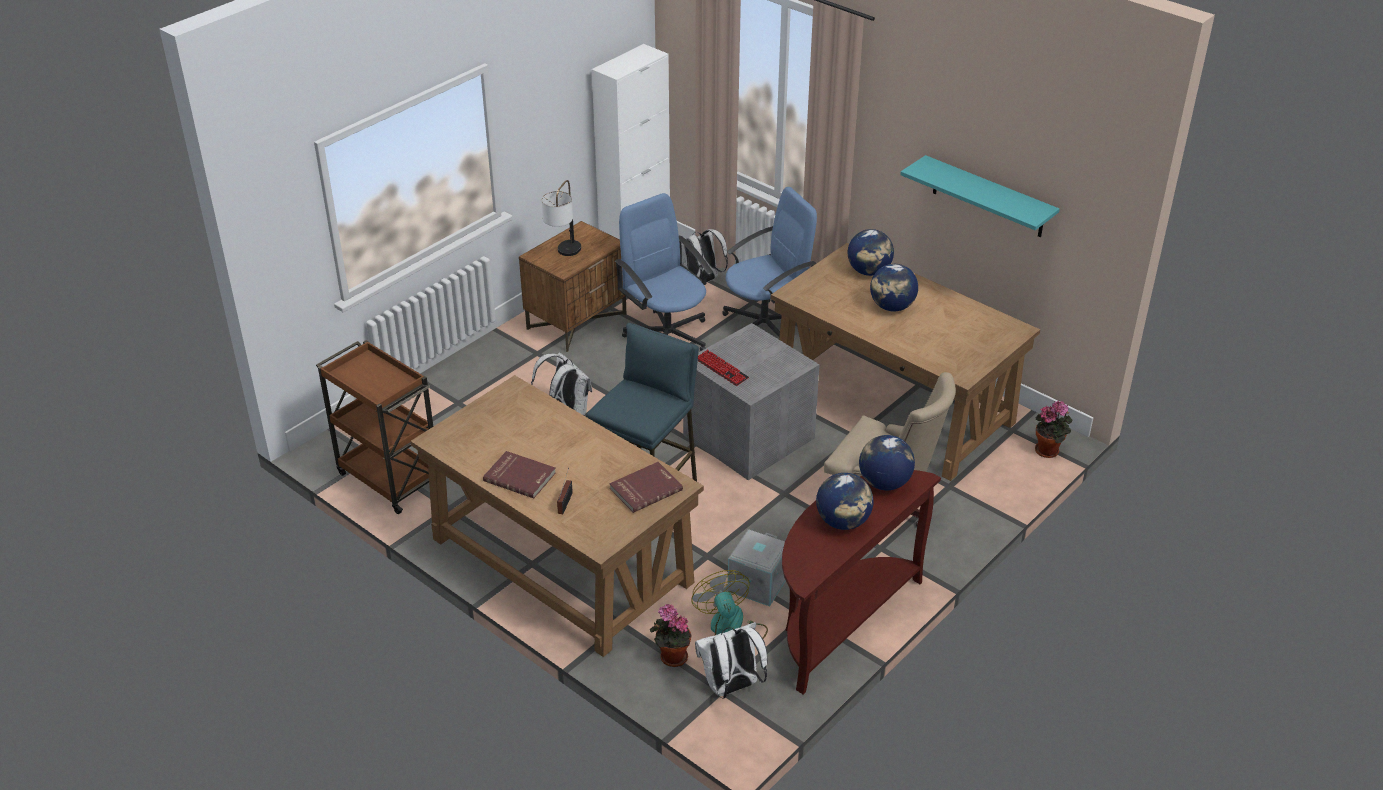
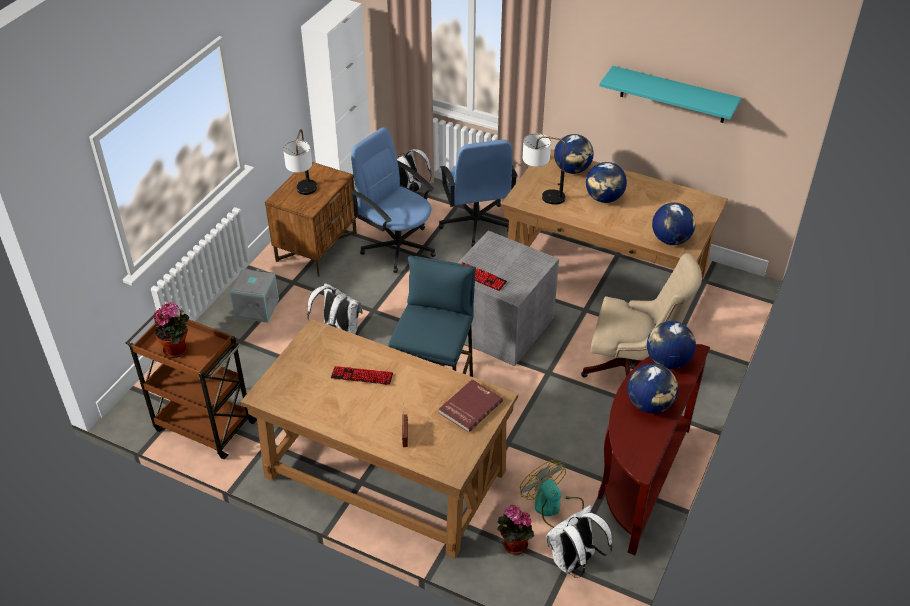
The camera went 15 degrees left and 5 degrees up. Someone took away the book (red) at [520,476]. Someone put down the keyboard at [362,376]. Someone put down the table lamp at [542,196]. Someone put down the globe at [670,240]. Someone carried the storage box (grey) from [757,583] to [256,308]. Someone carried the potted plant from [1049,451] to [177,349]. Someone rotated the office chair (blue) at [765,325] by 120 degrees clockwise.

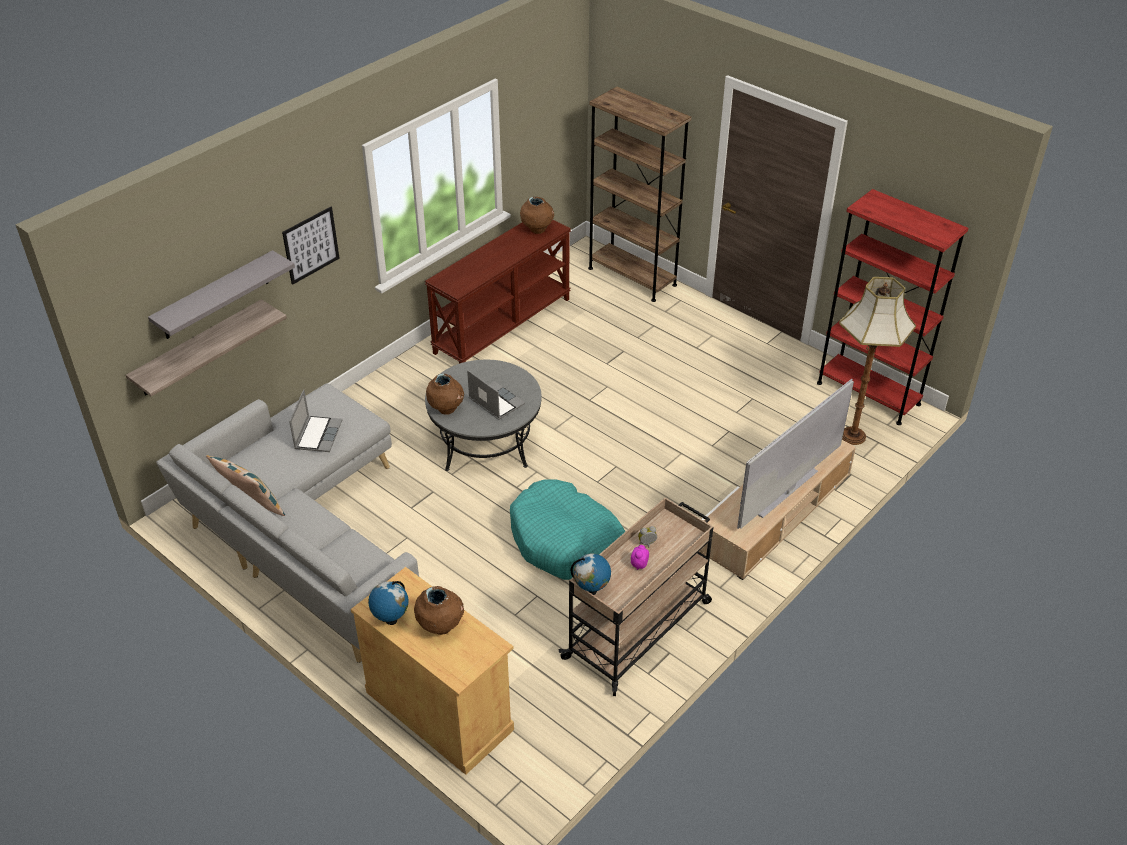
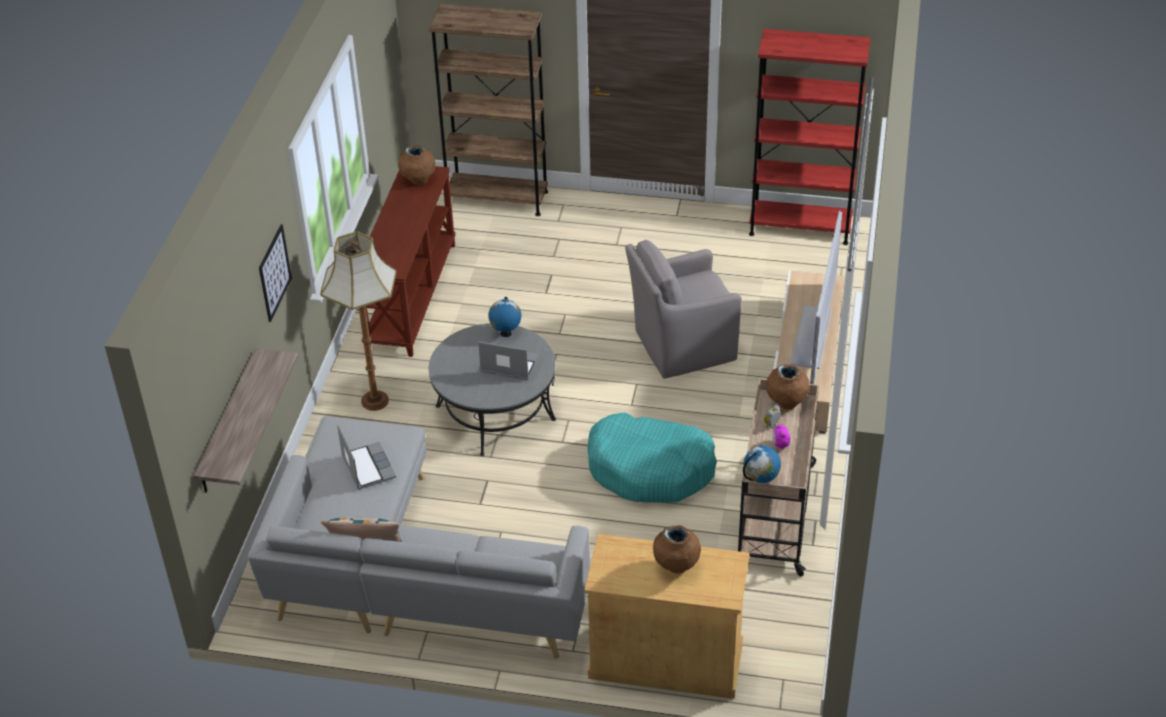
The camera went 30 degrees left and 0 degrees up. Someone took away the shelf (grey) at [215,296]. Someone put down the armchair (grey) at [681,346]. Someone carried the globe from [391,620] to [505,334]. Someone carried the vase (brown) from [446,409] to [786,403]. Someone carried the floor lamp from [853,436] to [375,400].

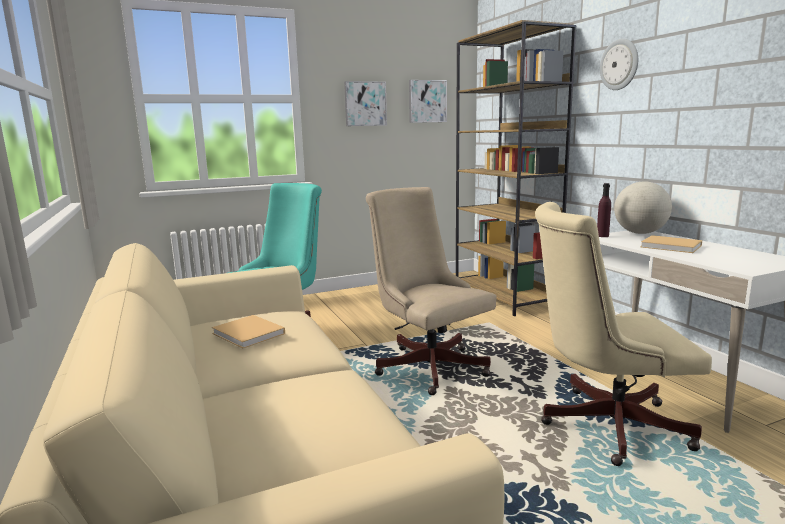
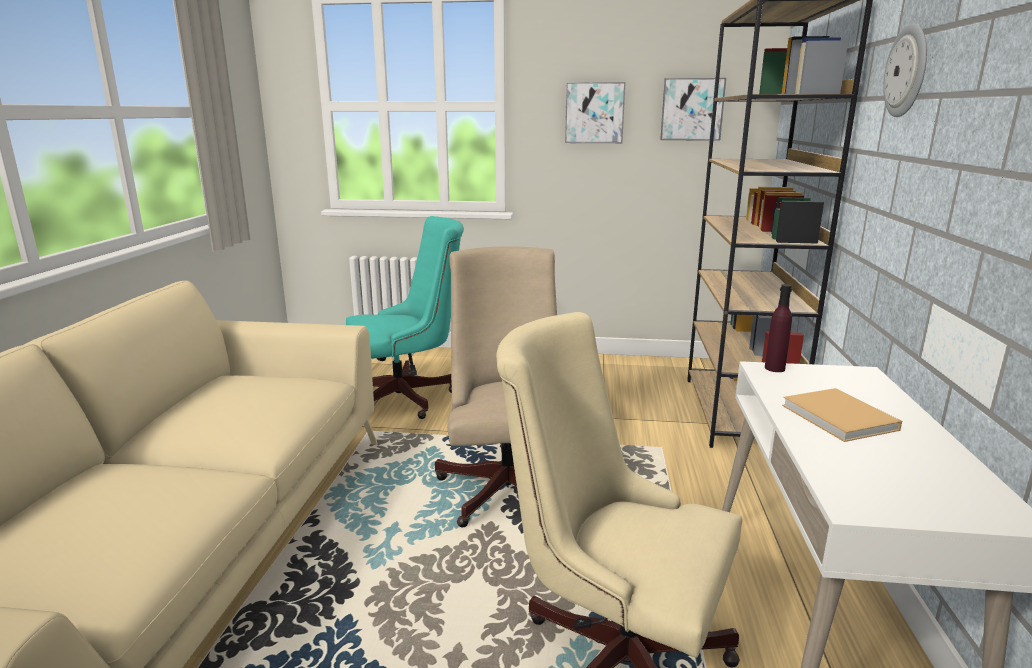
The camera went 30 degrees right and 5 degrees up. Someone took away the book (beige) at [249,334]. Someone took away the globe at [640,233].

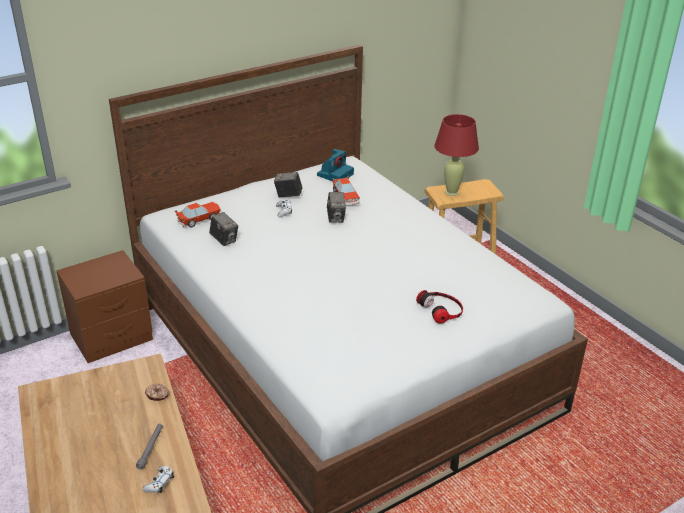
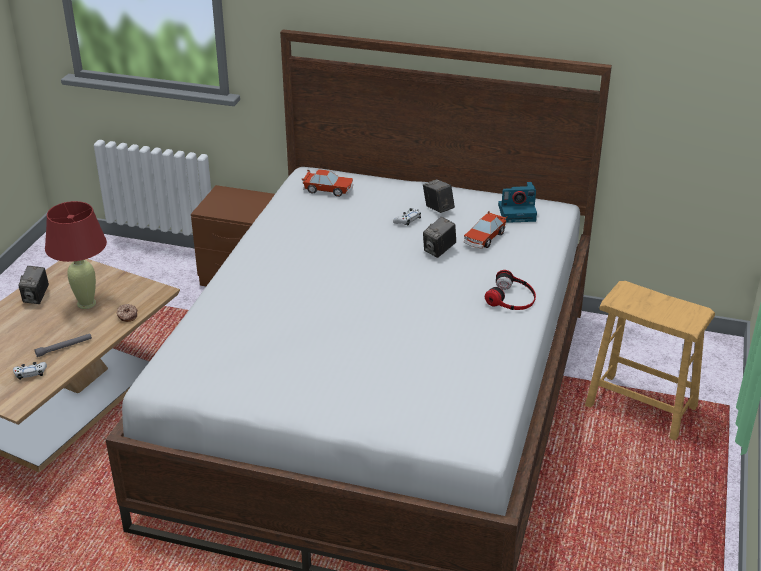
The camera went 50 degrees right and 0 degrees up. Someone carried the photo camera from [224,240] to [36,297]. Someone carried the headphones from [442,309] to [512,298]. Someone carried the table lamp (red) from [452,192] to [86,304].

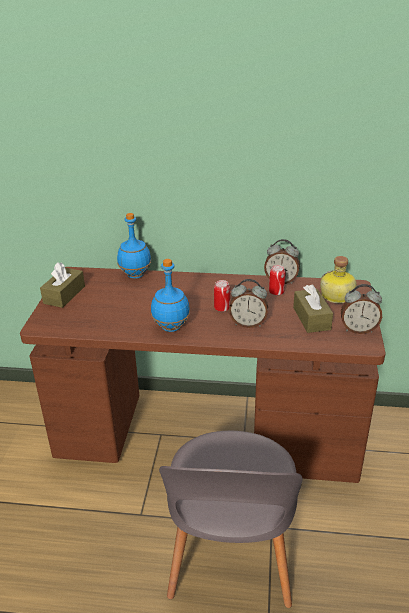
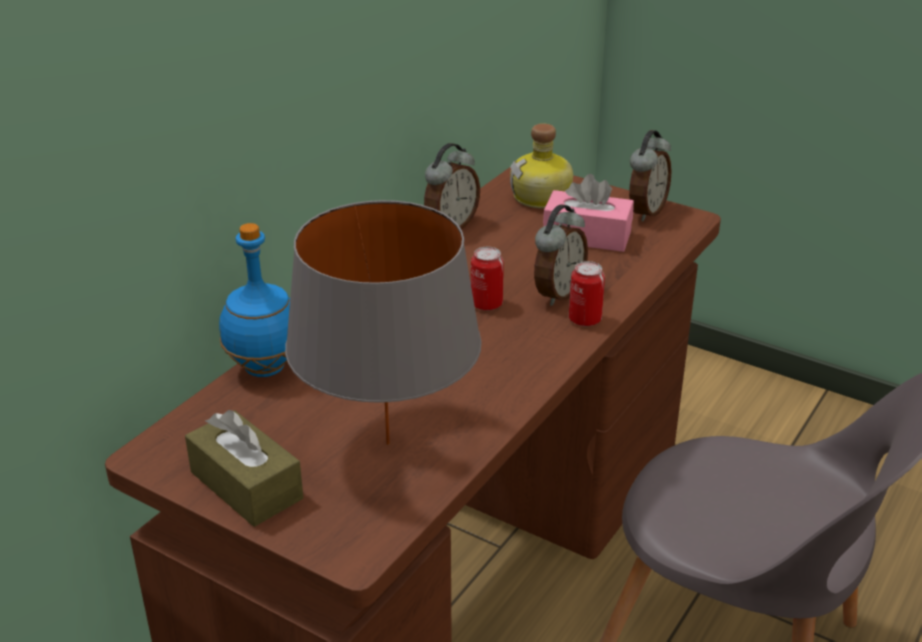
The camera went 65 degrees left and 0 degrees up. Someone took away the bottle (blue) at [171,328]. Someone put down the table lamp (grey) at [388,443]. Someone carried the can from [276,292] to [585,319]. Someone repainted the tissue box (brown) at [311,318], which became the tissue box (pink) at [587,236].

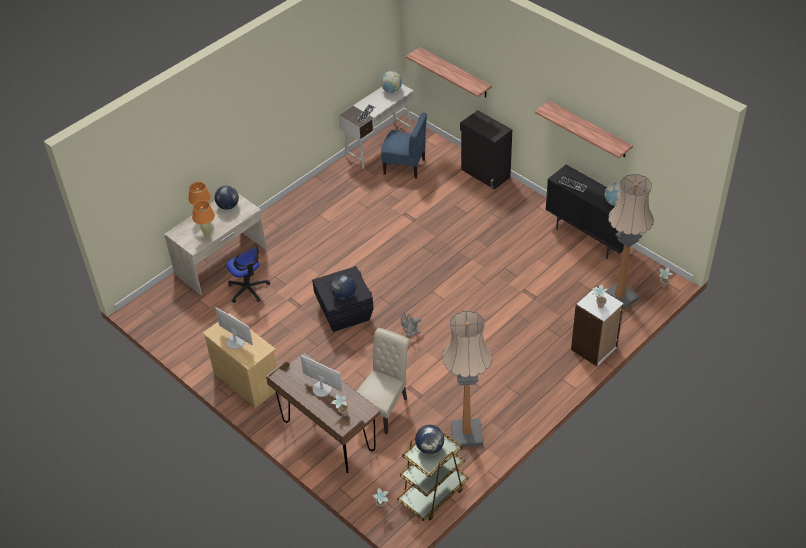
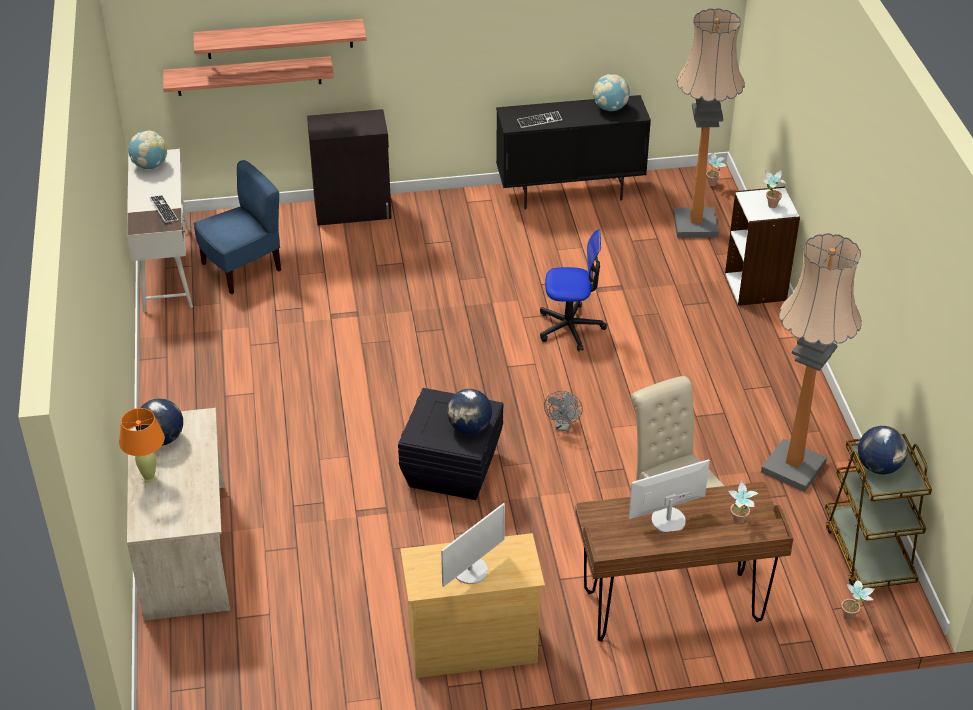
The camera went 55 degrees left and 5 degrees down. Someone took away the table lamp (orange) at [207,235]. Someone carried the office chair from [248,289] to [570,327]. Someone carried the shelf from [589,130] to [279,39]. Someone rotated the monitor at [235,341] by 150 degrees clockwise.

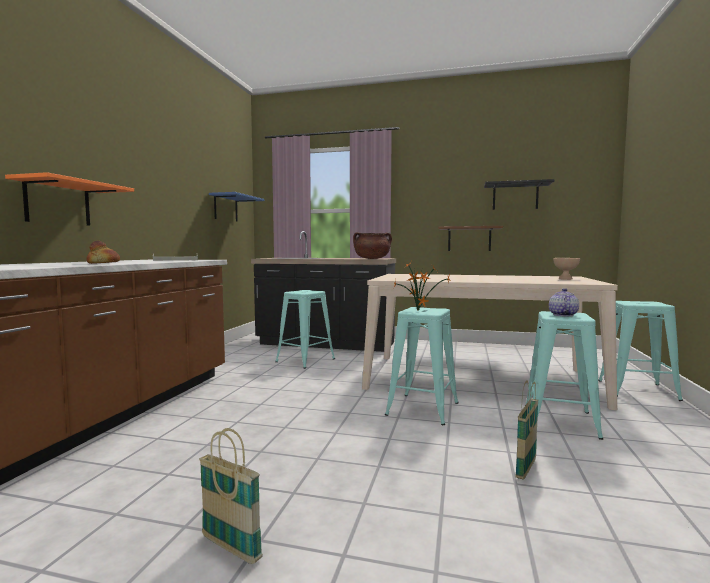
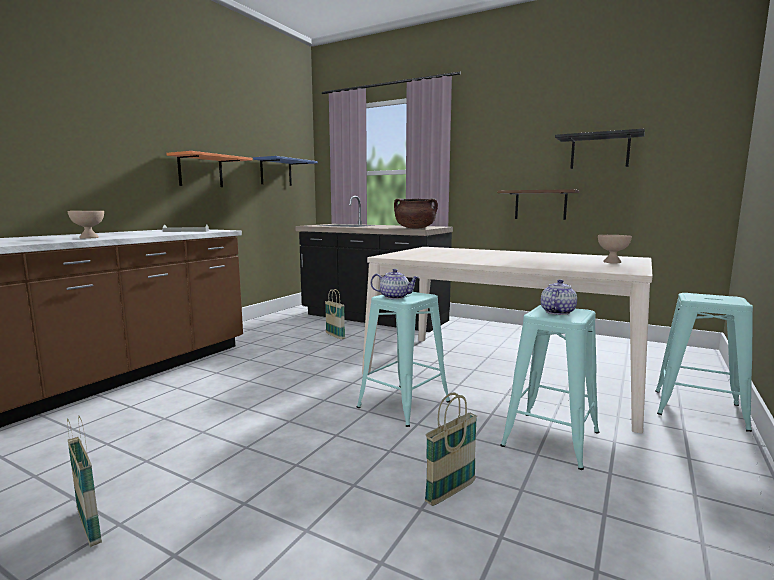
The camera went 15 degrees right and 5 degrees up. Someone carried the shelf (orange) from [58,203] to [200,171]. Someone swapped the bread at [103,263] for the bowl (beige) at [89,238]. Someone swapped the stool (turquoise) at [305,360] for the basket at [335,336]. Someone swapped the potted plant at [418,311] for the teapot at [395,297].

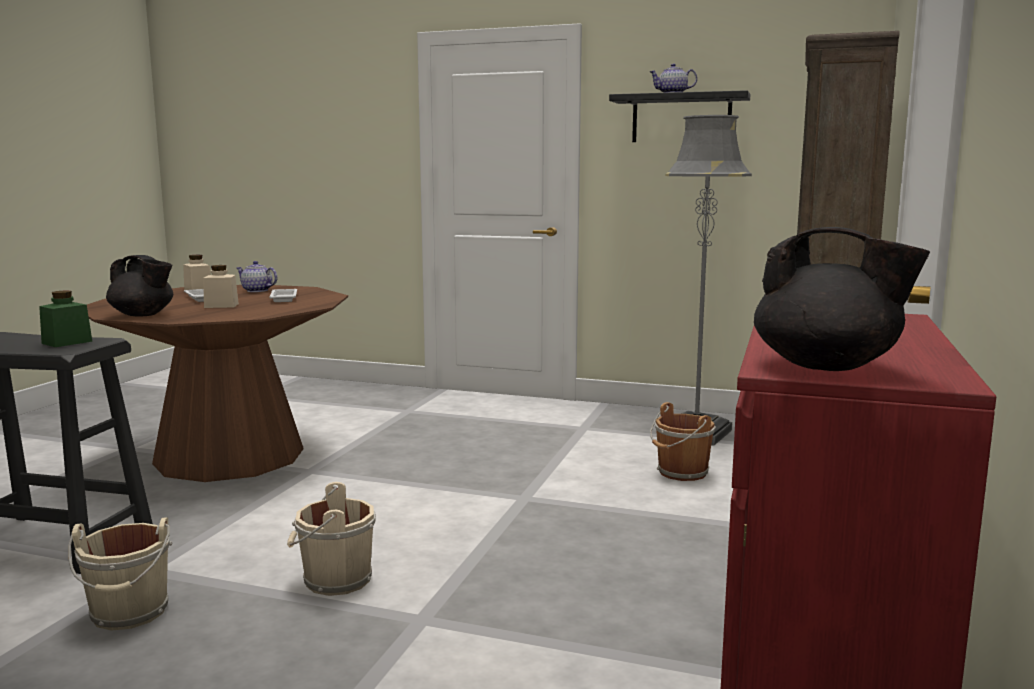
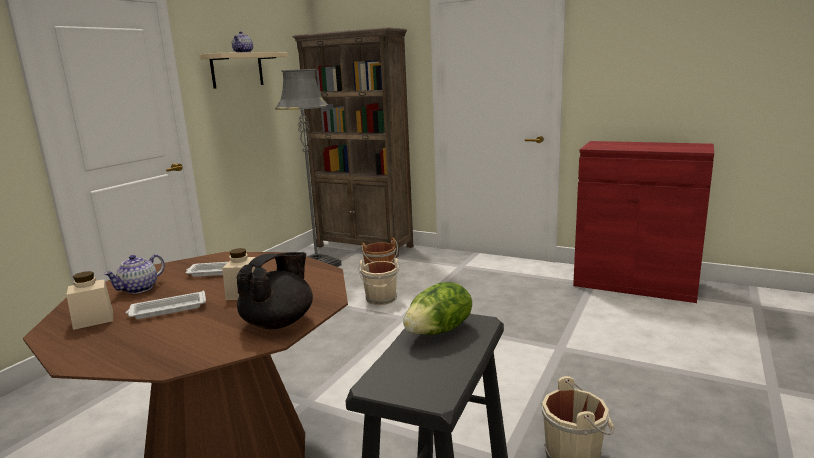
The camera went 80 degrees left and 5 degrees up. Someone took away the teapot (black) at [827,366]. Someone carried the bucket (beige) from [334,580] to [381,299]. Someone swapped the jar (green) at [67,342] for the lettuce at [440,330]. Someone repainted the shelf (black) at [681,118], which became the shelf (beige) at [237,70].

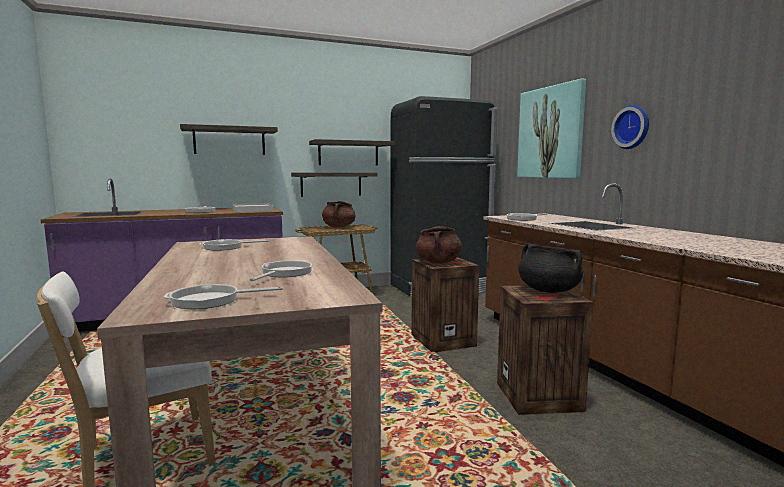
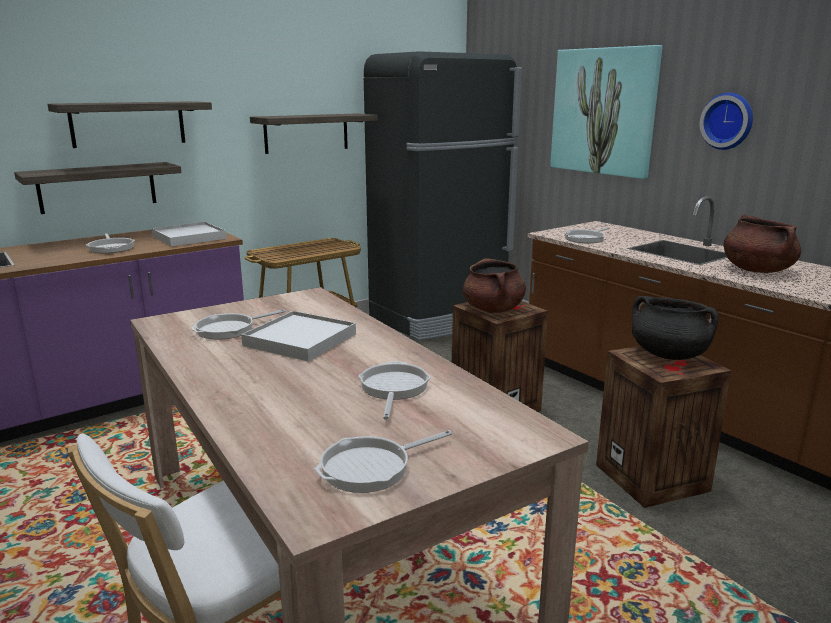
The camera went 15 degrees left and 10 degrees up. Someone put down the tray (white) at [300,340]. Someone carried the shelf from [331,184] to [97,187]. Someone carried the cooking pot (brown) from [338,227] to [756,270].

